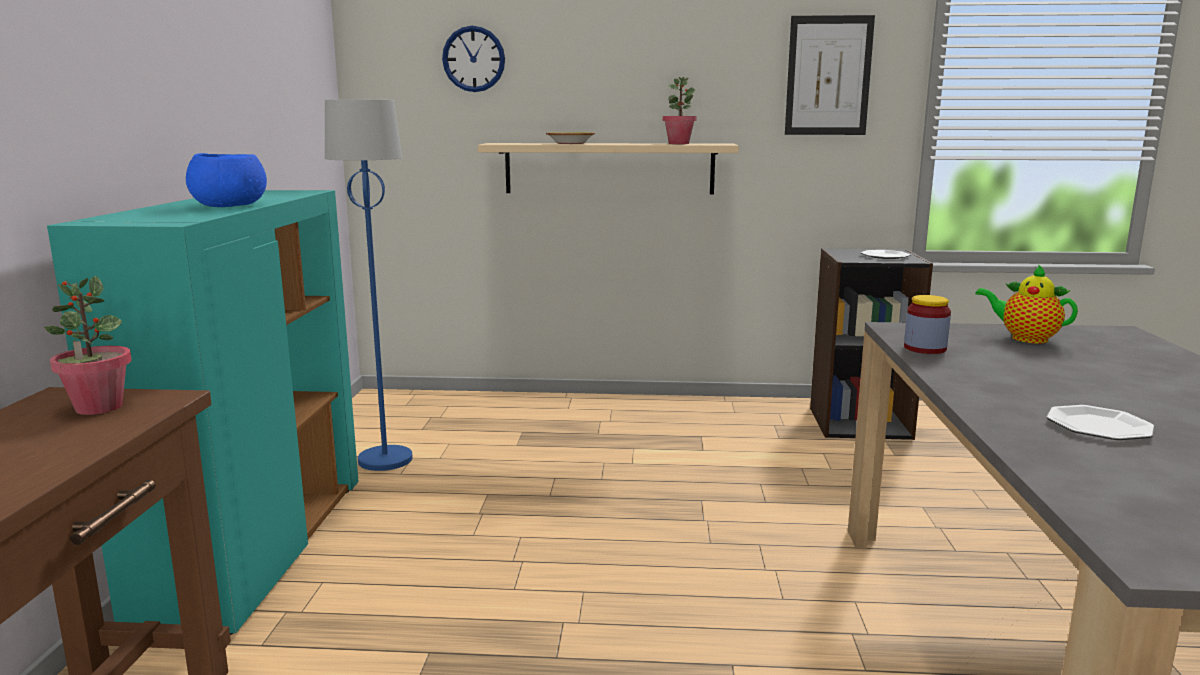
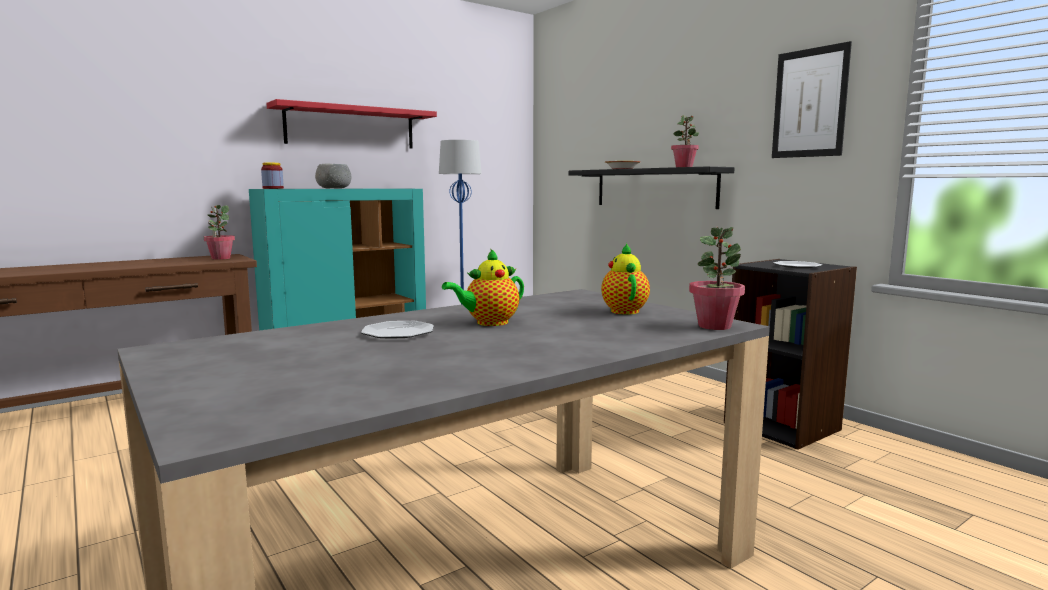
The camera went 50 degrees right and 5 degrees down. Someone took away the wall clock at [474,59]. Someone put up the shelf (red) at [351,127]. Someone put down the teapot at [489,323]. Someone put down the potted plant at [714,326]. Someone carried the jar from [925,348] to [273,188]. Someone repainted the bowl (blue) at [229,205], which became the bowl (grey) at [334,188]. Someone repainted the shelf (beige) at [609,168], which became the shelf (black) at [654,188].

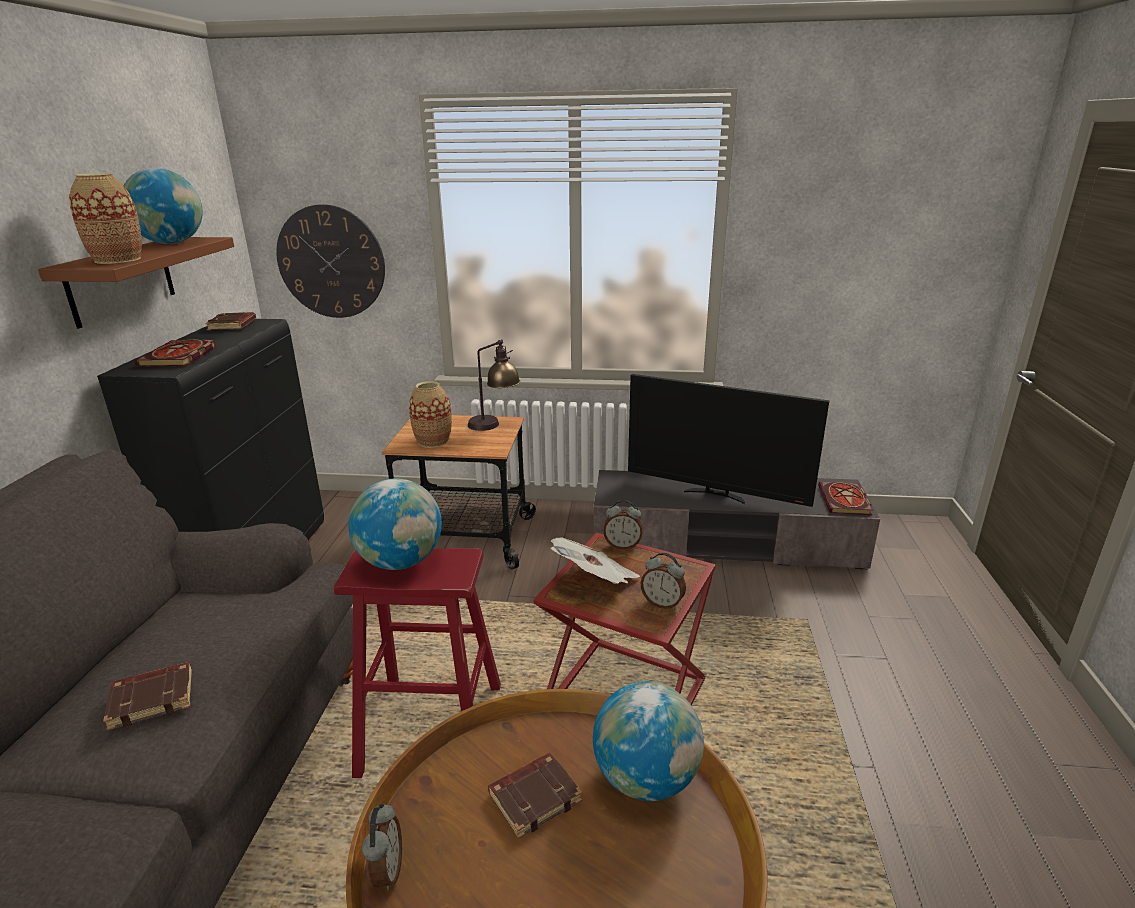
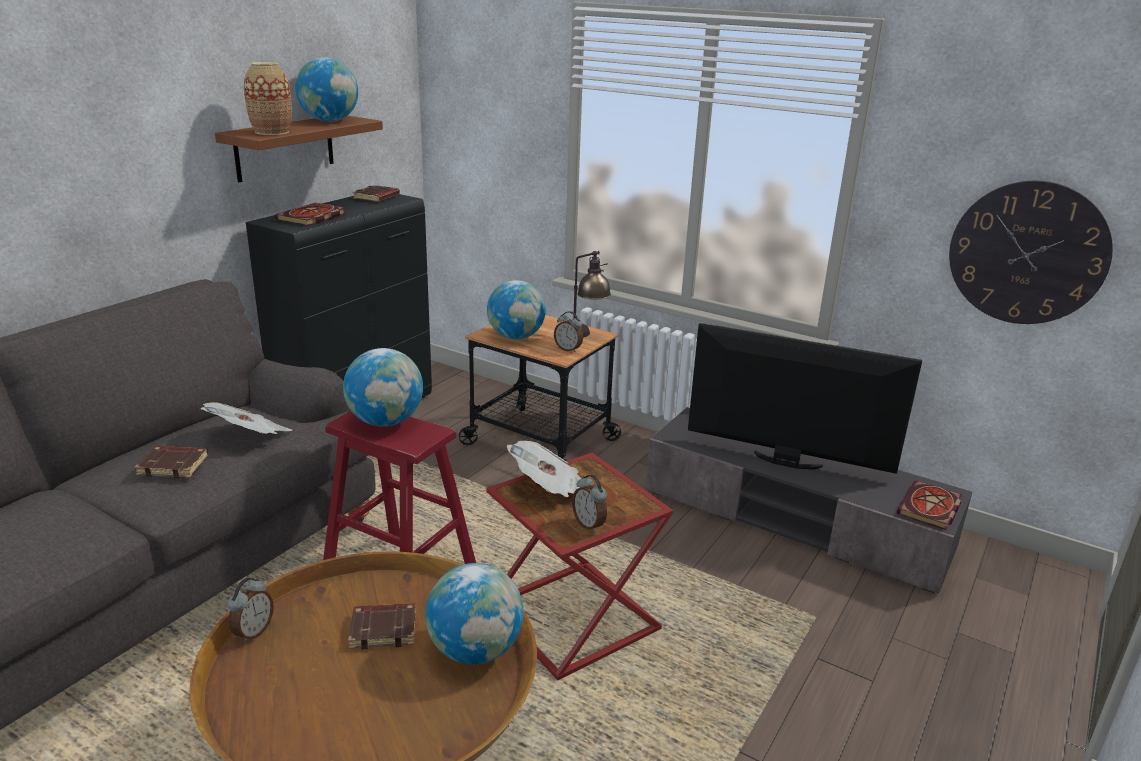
The camera went 25 degrees right and 0 degrees up. Someone put down the newspaper at [250,437]. Someone carried the wall clock from [331,262] to [1027,253]. Someone carried the alarm clock from [622,545] to [568,349]. Someone swapped the vase at [433,441] for the globe at [516,337]. Someone rotated the television at [716,494] by 150 degrees clockwise.

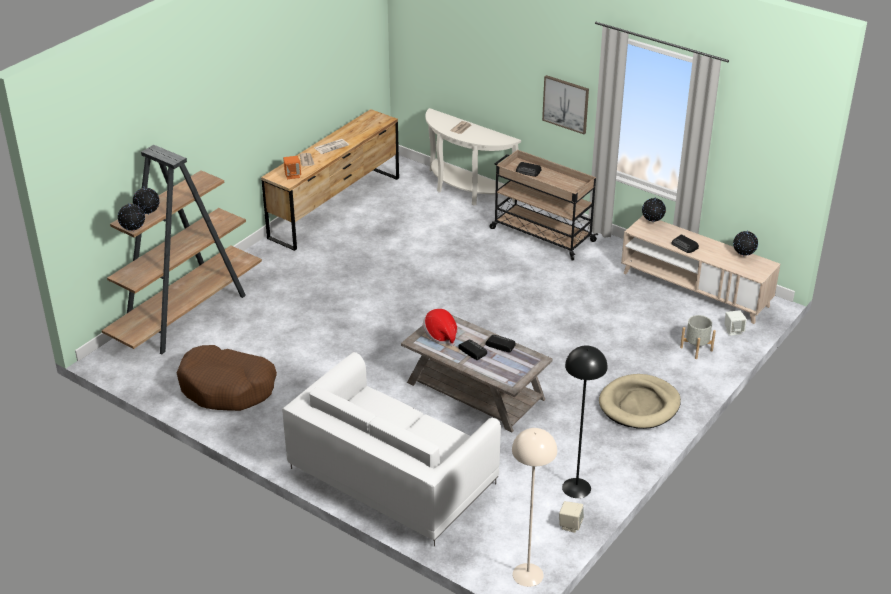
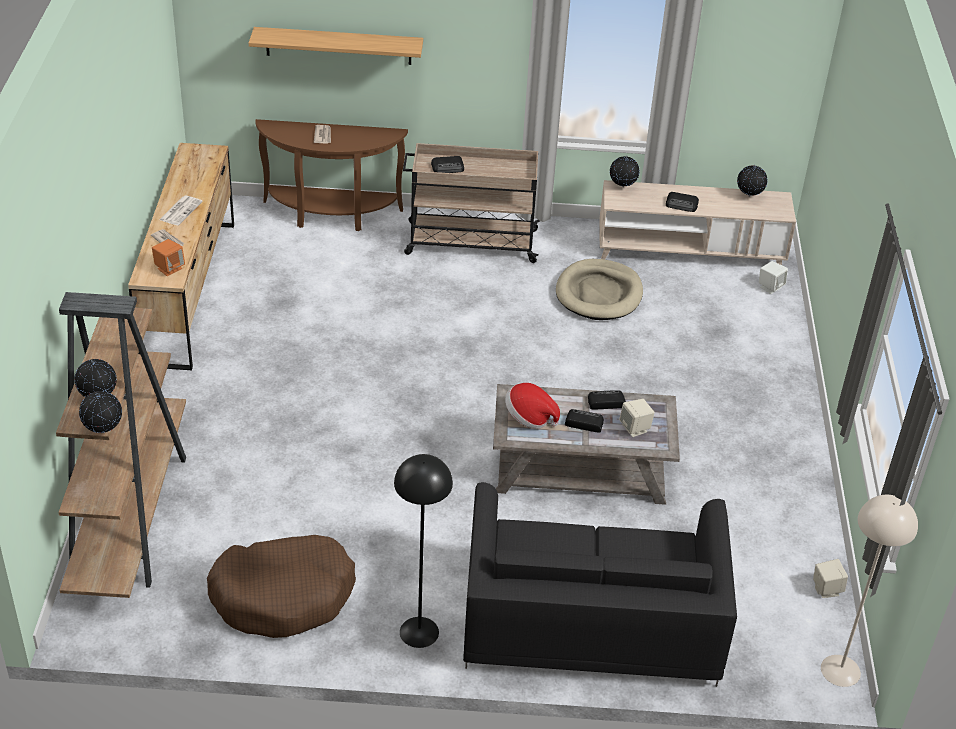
The camera went 35 degrees left and 5 degrees up. Someone took away the picture at [566,104]. Someone took away the planter (grey) at [696,349]. Someone put up the shelf at [338,46]. Someone put down the speaker (beige) at [635,428]. Someone carried the floor lamp (black) from [576,488] to [419,632]. Someone carried the dog bed (beige) from [639,405] to [599,293]. Someone repainted the sofa (white) at [391,476], which became the sofa (black) at [590,622]. Someone repainted the console table (white) at [465,191], which became the console table (brown) at [331,216].

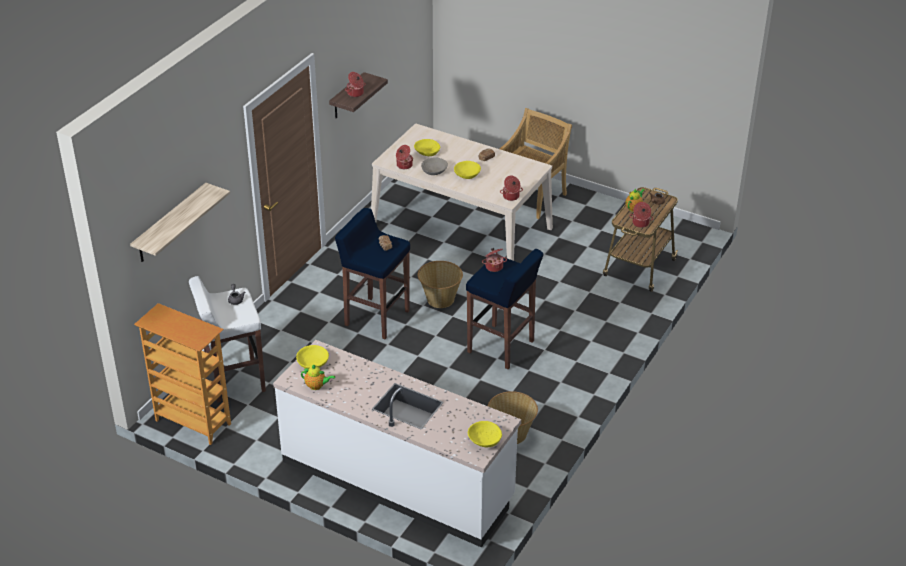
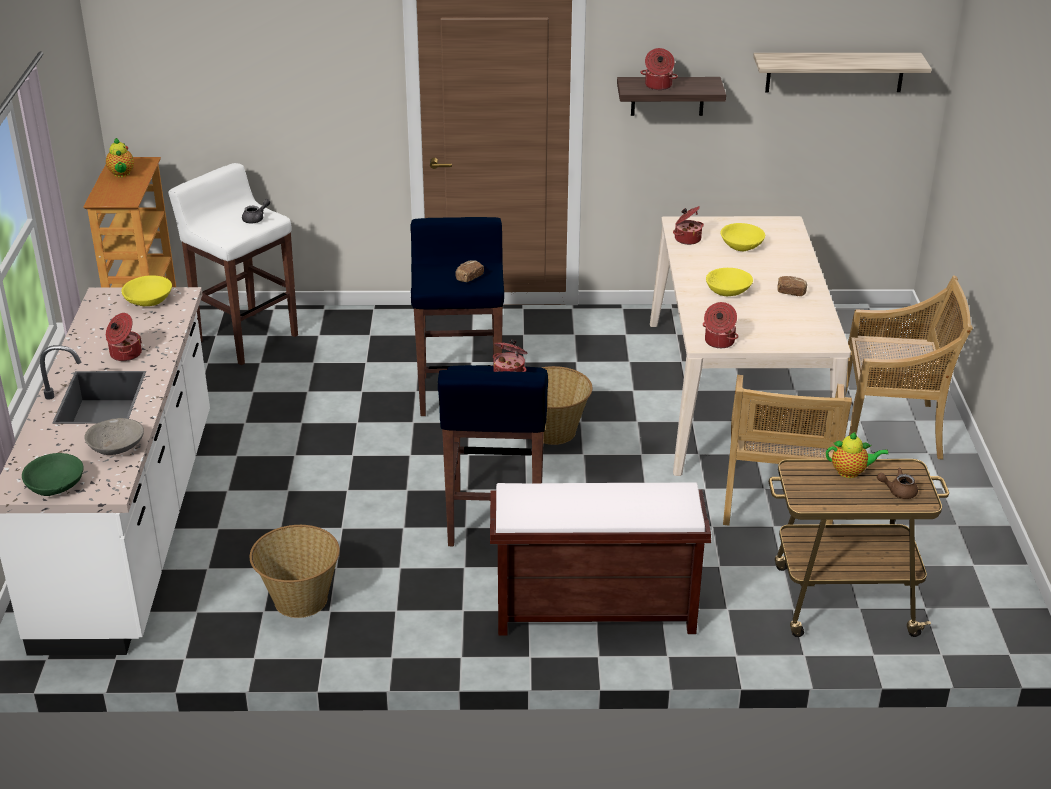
The camera went 60 degrees right and 5 degrees down. Someone put down the bench (brown) at [593,611]. Someone put down the chair (beige) at [777,502]. Someone carried the shelf from [170,224] to [835,72]. Someone carried the teapot from [317,386] to [122,174]. Someone carried the bowl (grey) from [434,171] to [116,447]. Someone carried the cooking pot from [640,223] to [125,354]. Someone repainted the bowl (yellow) at [484,440], which became the bowl (green) at [55,485].

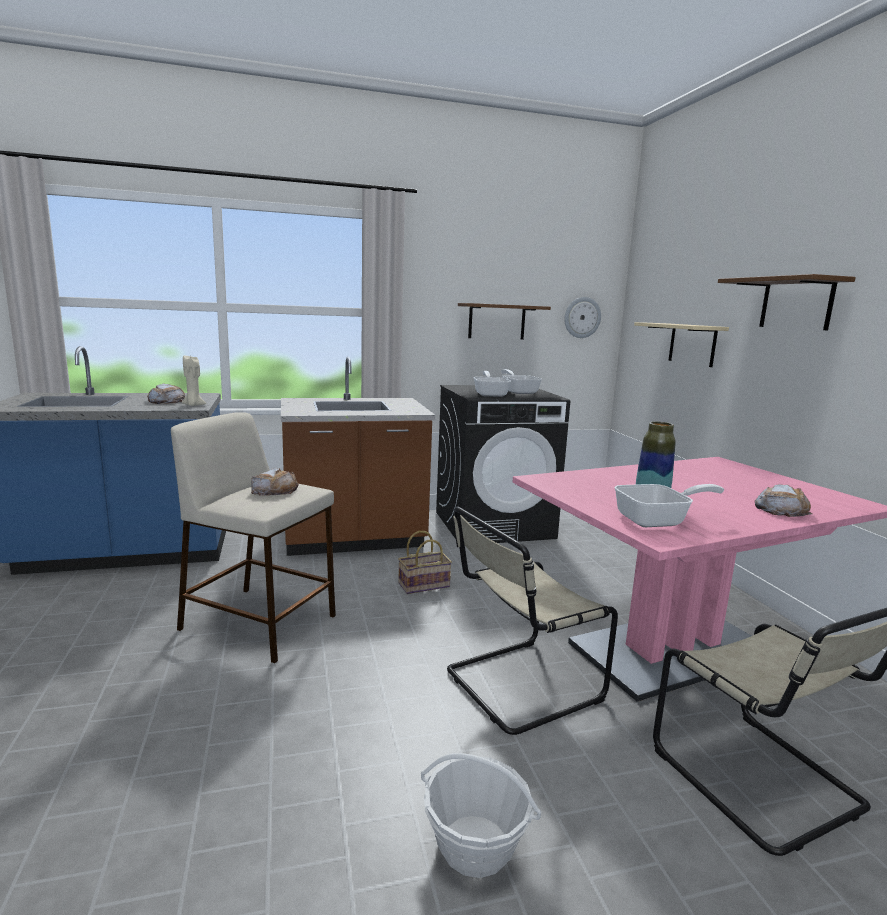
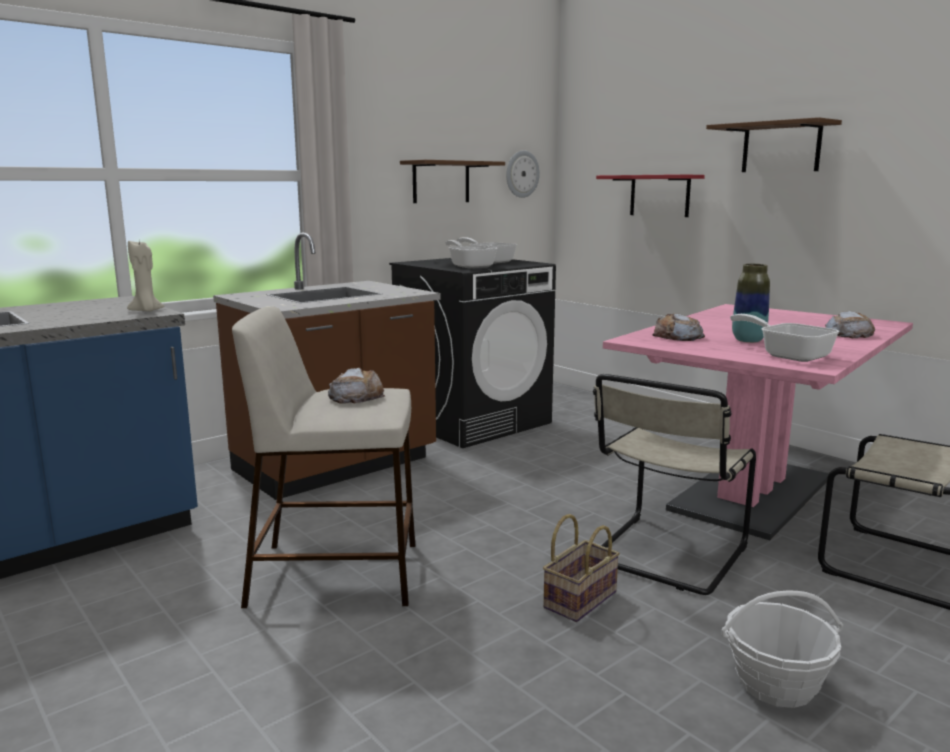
The camera went 25 degrees left and 0 degrees up. Someone carried the bread from [166,401] to [678,336]. Someone carried the basket from [424,584] to [580,598]. Someone repainted the shelf (beige) at [692,344], which became the shelf (red) at [659,195]. Someone rotated the frying pan at [658,520] by 90 degrees counterclockwise.

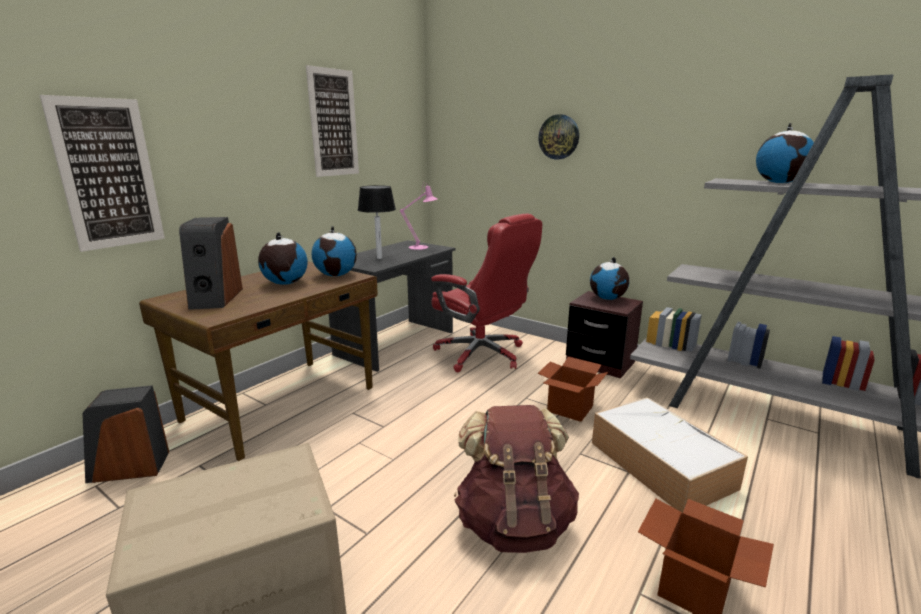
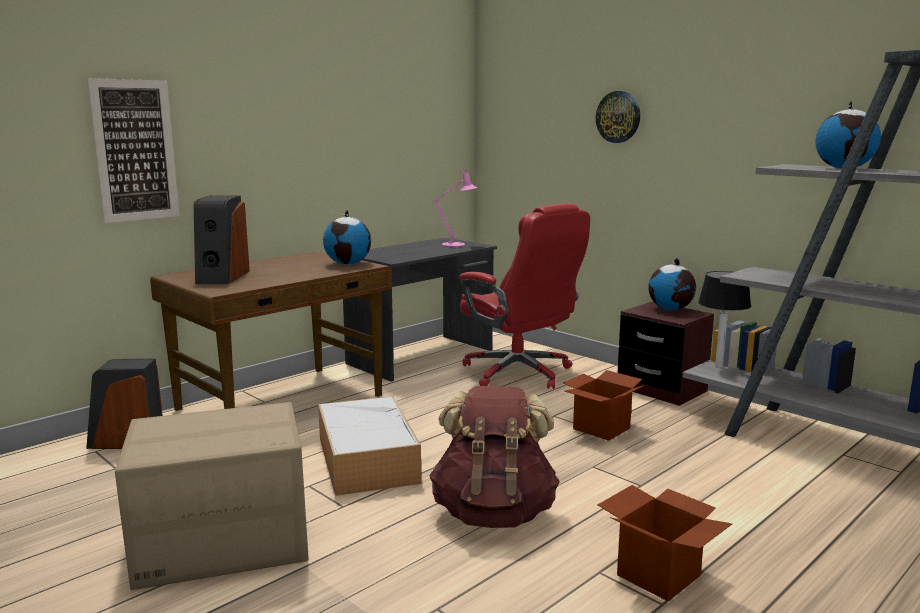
The camera went 10 degrees right and 5 degrees down. Someone took away the globe at [285,283]. Someone took away the picture at [333,123]. Someone carried the table lamp from [379,258] to [718,366]. Someone carried the storage box from [658,464] to [366,459].

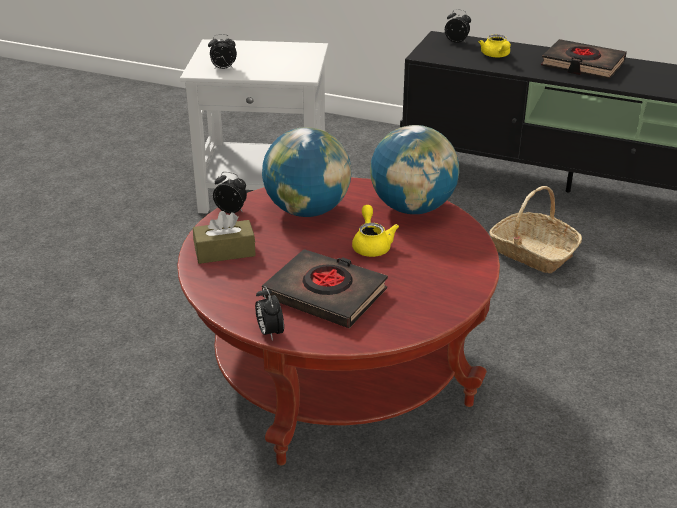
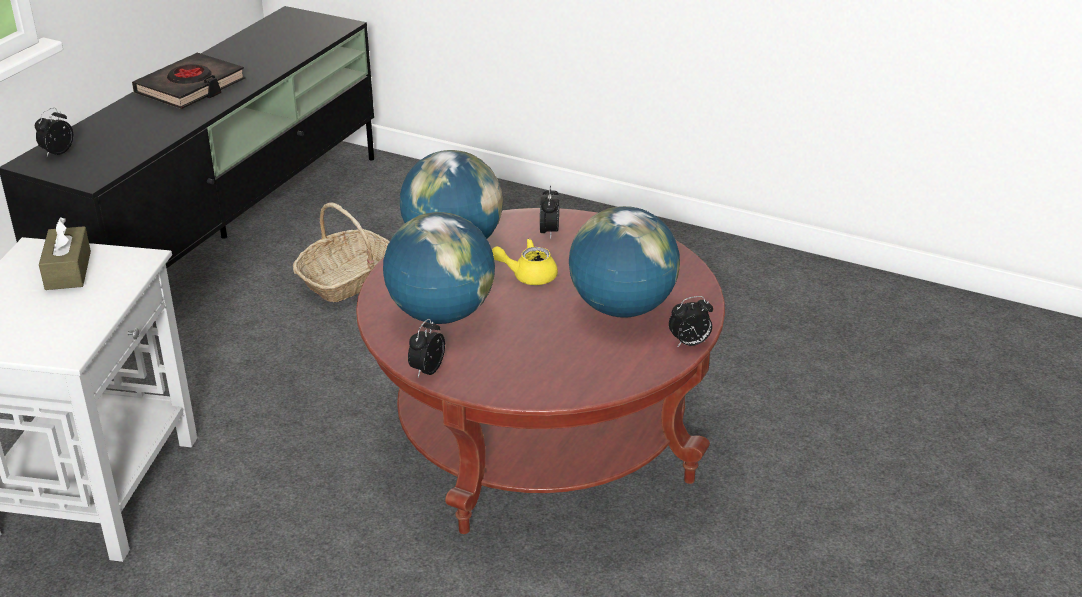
The camera went 85 degrees left and 0 degrees up. Someone took away the teapot (yellow) at [496,56]. Someone carried the tissue box (brown) from [225,252] to [68,270]. Someone carried the alarm clock from [223,69] to [549,232]. Someone swapped the book (black) at [325,294] for the globe at [622,308].

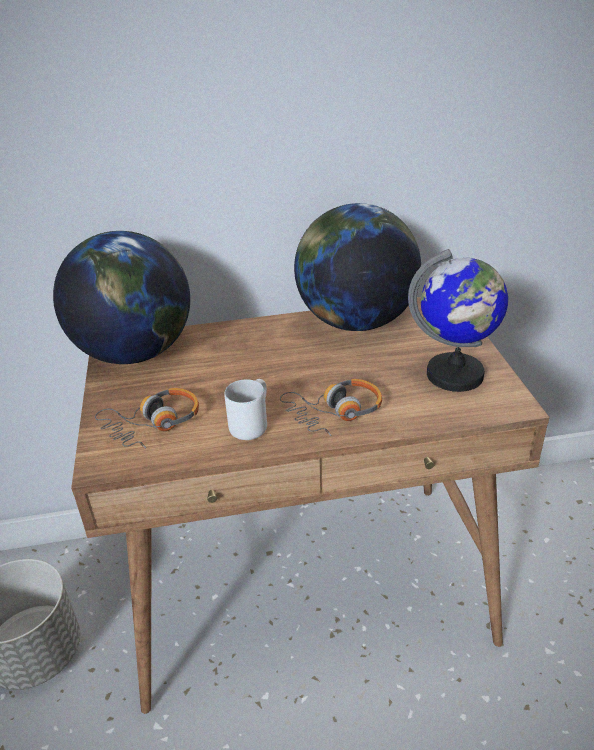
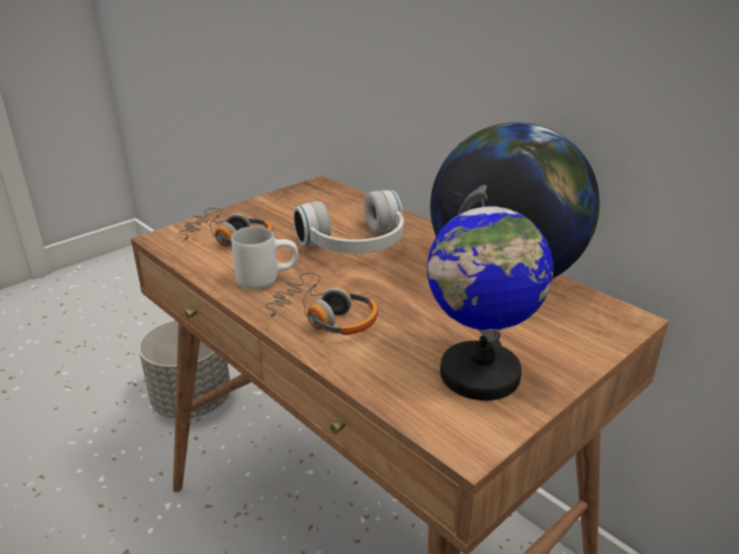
The camera went 55 degrees right and 5 degrees down. Someone took away the globe at [135,352]. Someone put down the headphones (white) at [357,245].

